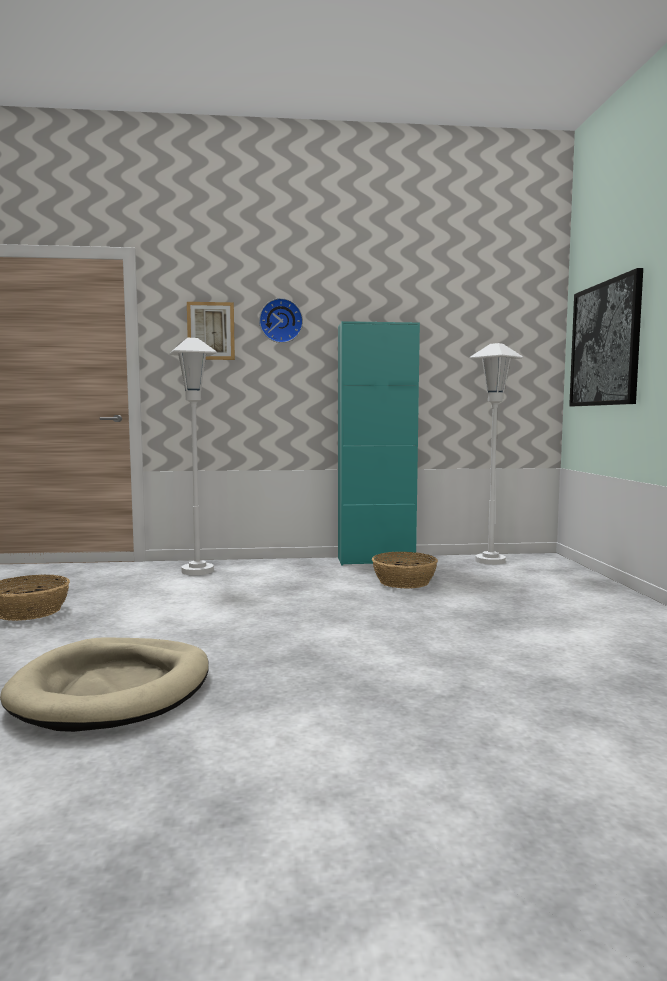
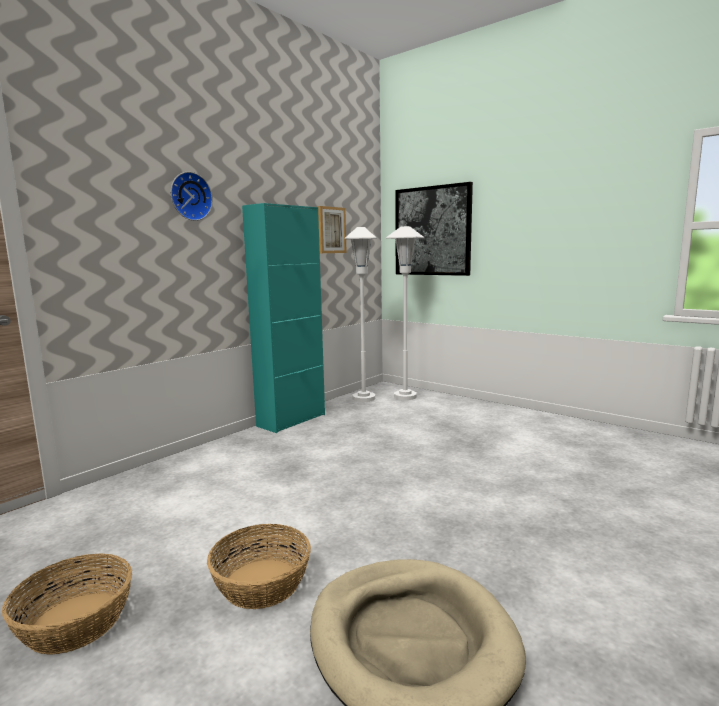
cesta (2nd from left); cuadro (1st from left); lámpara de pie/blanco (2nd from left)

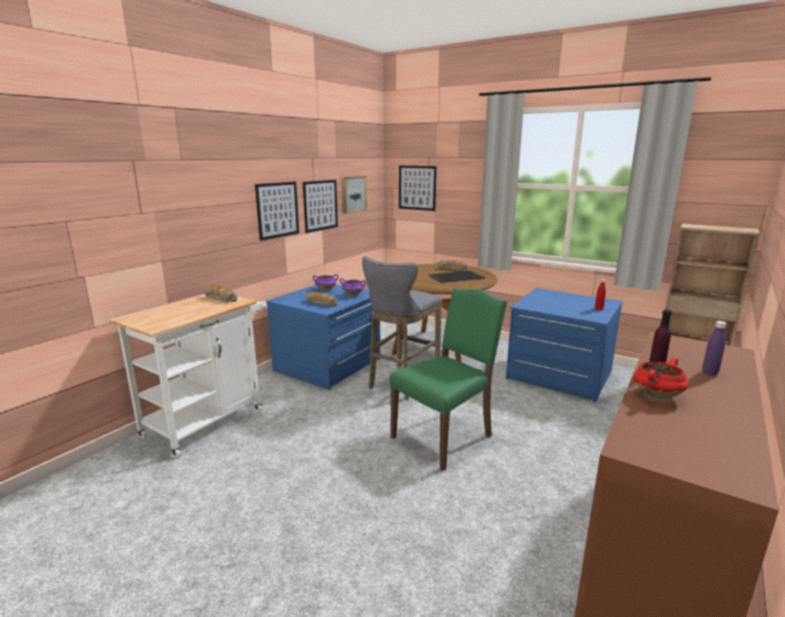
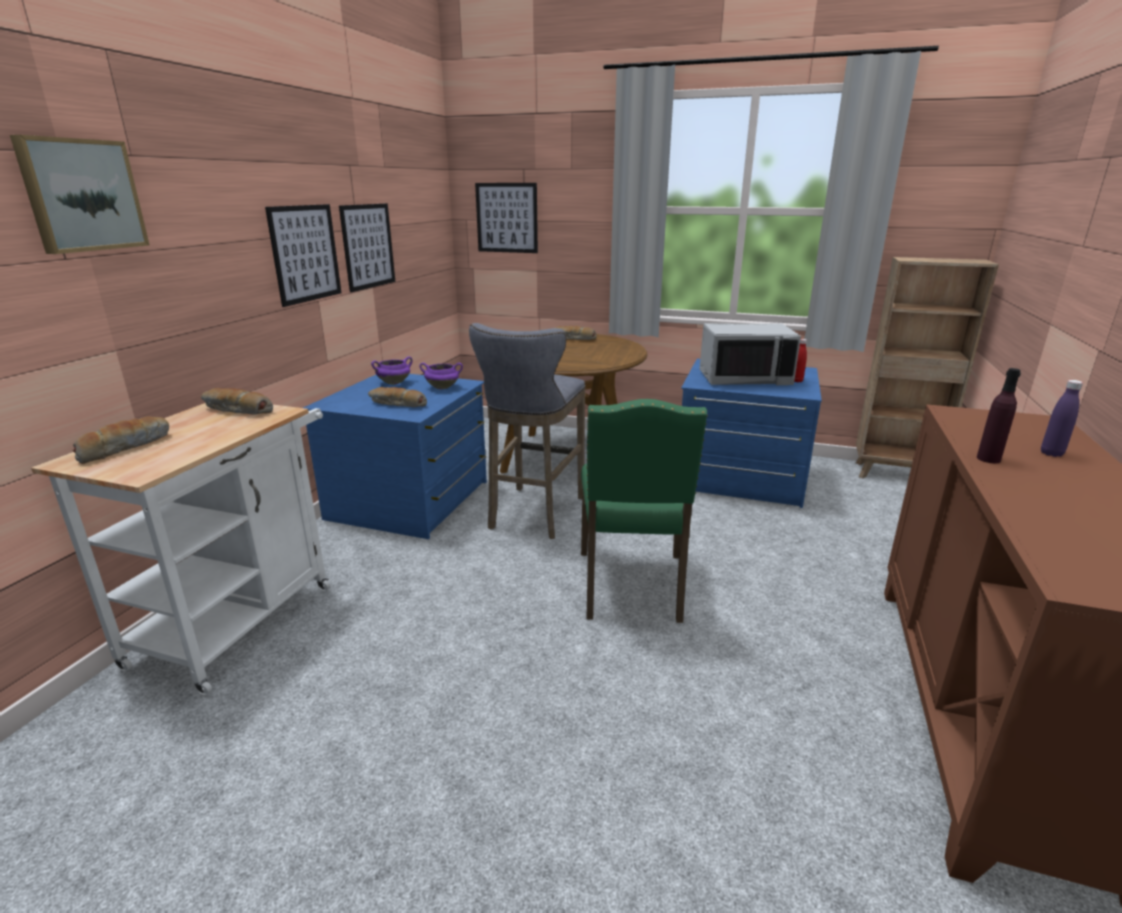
cuadro (1st from left); pan (1st from left); silla/verde; microondas/gris; bandeja; olla/rojo

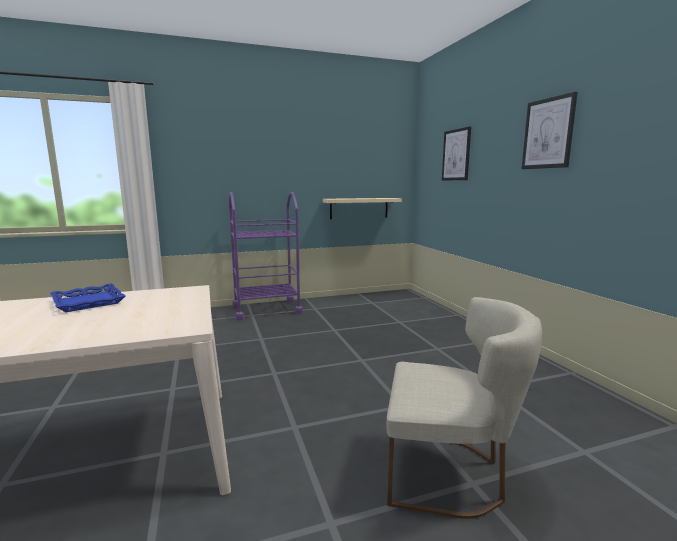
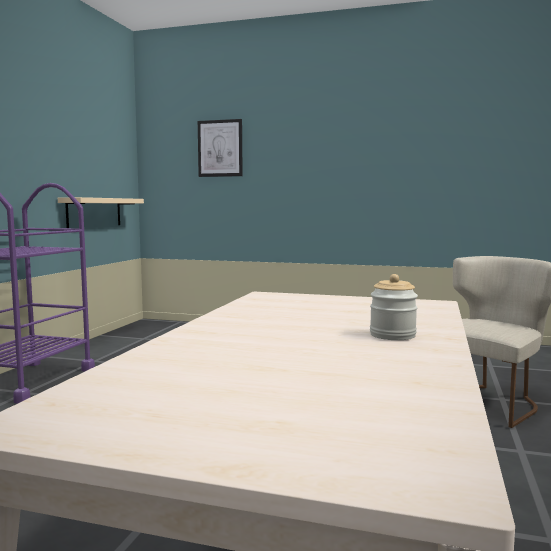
tarro; bandeja/azul; cuadro (2nd from left in the first image)

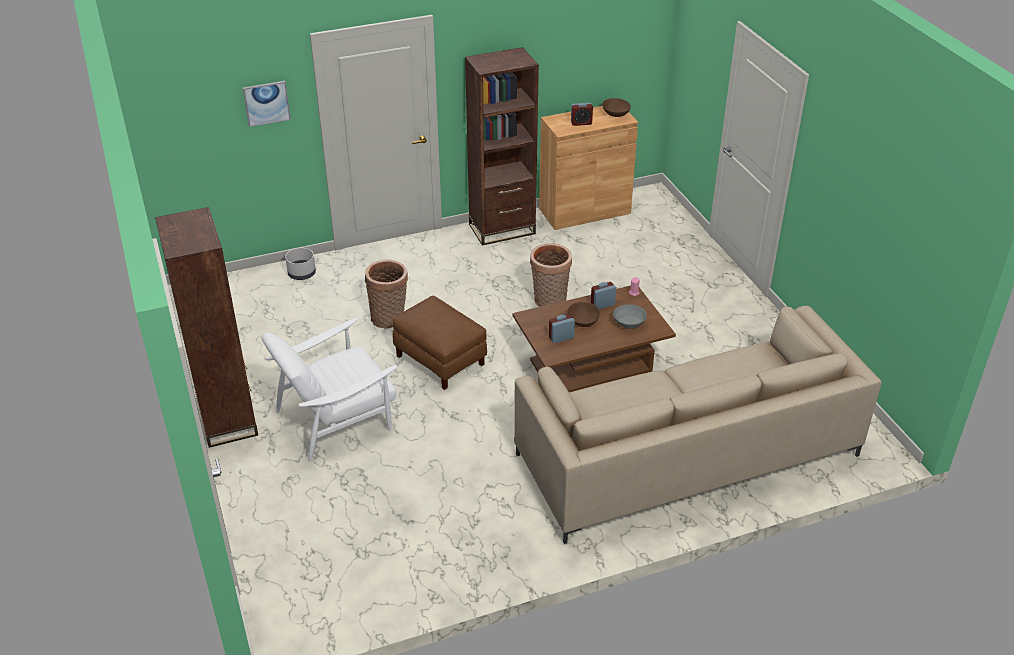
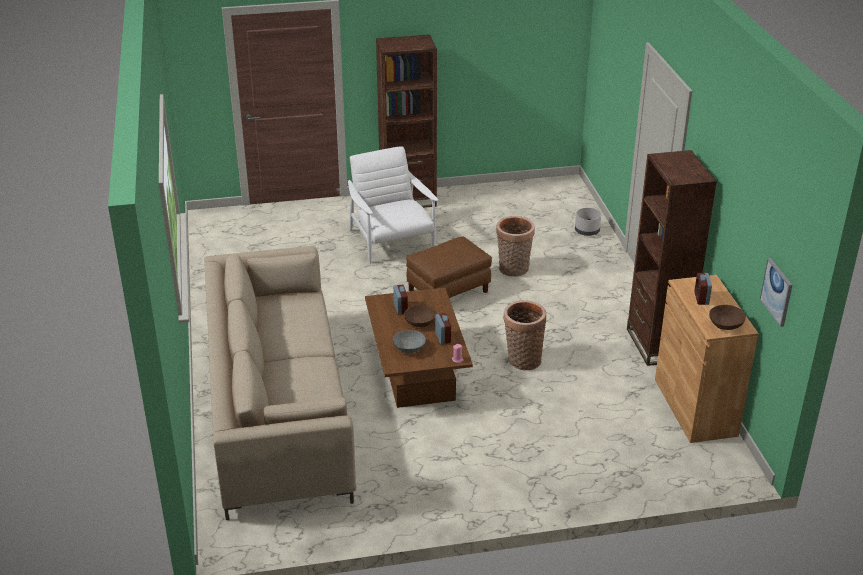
cuadro

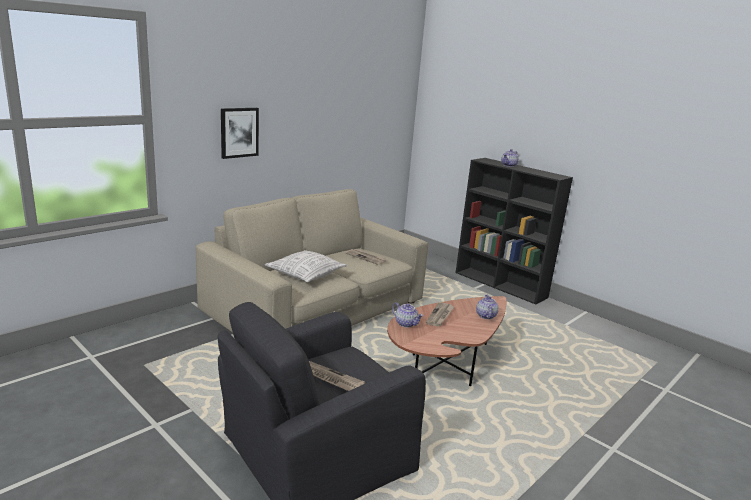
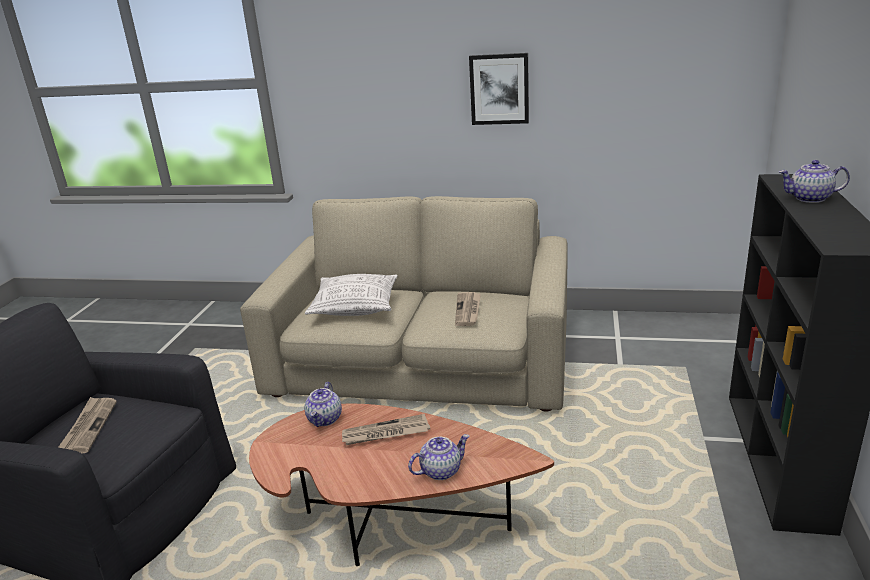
cuadro

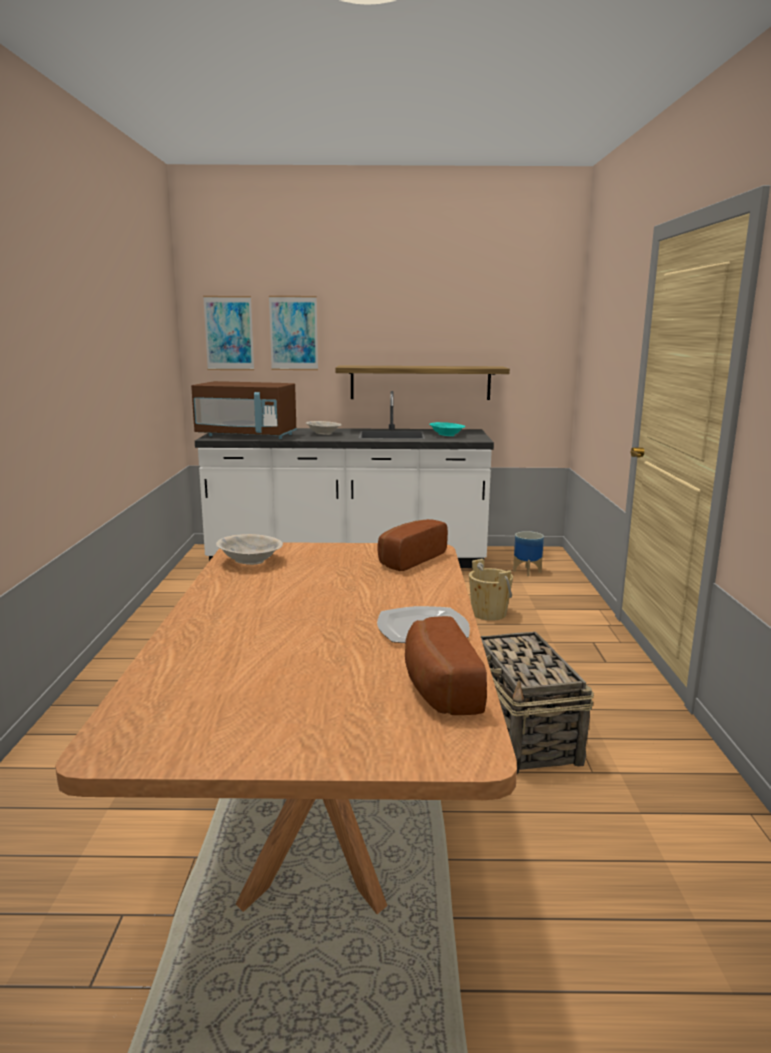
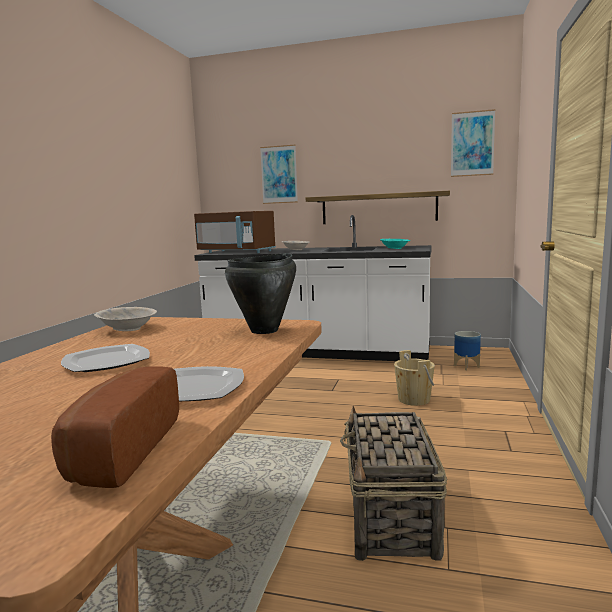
plato (1st from left); olla/negro; cuadro (2nd from left)

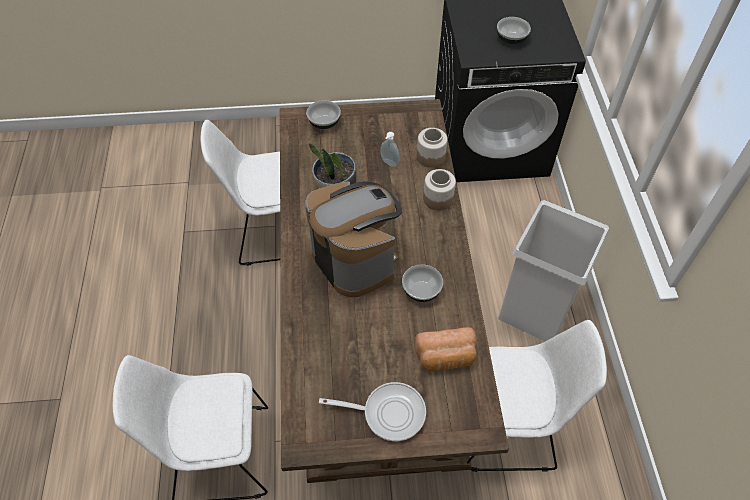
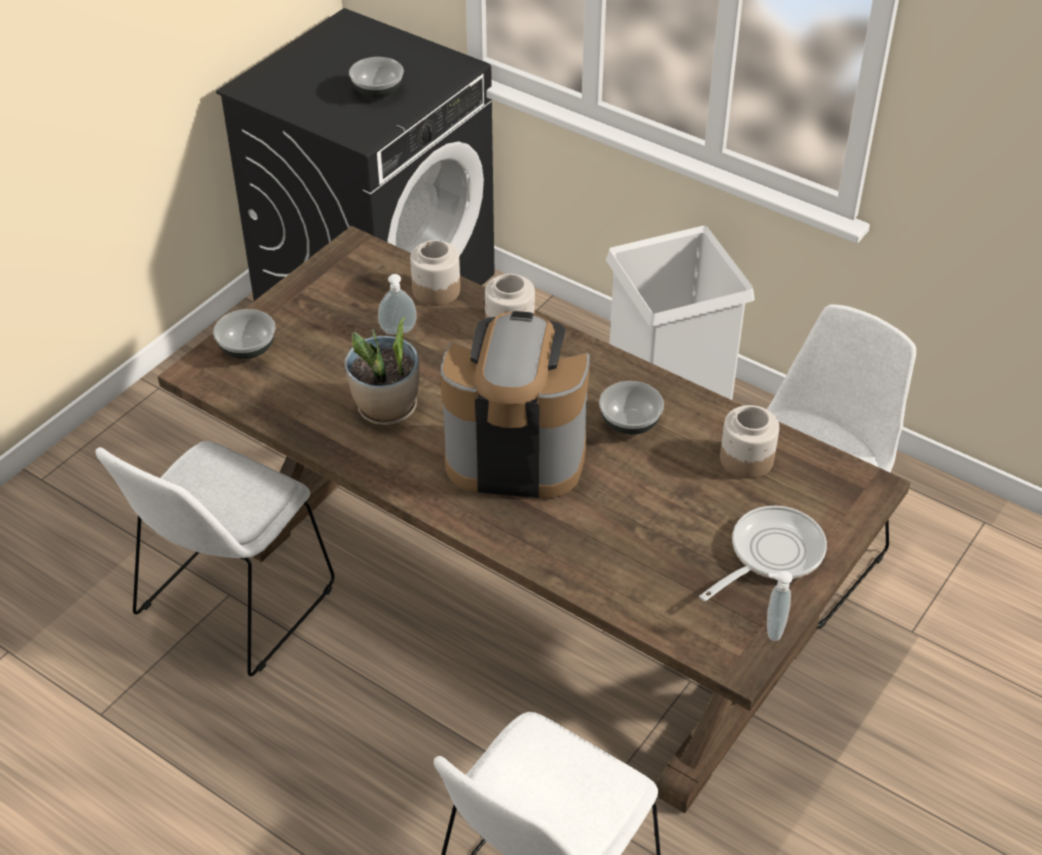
tarro (3rd from left); dispensador de jabón (2nd from left)

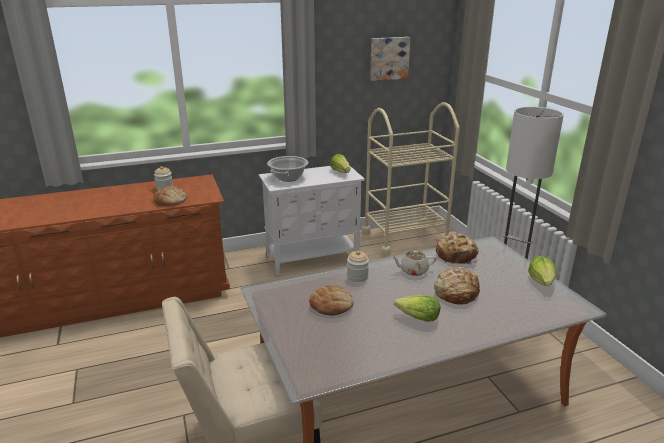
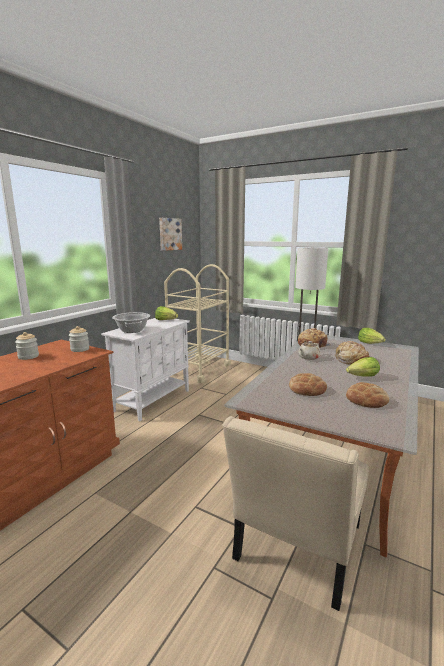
tarro (2nd from left); pan (4th from left)

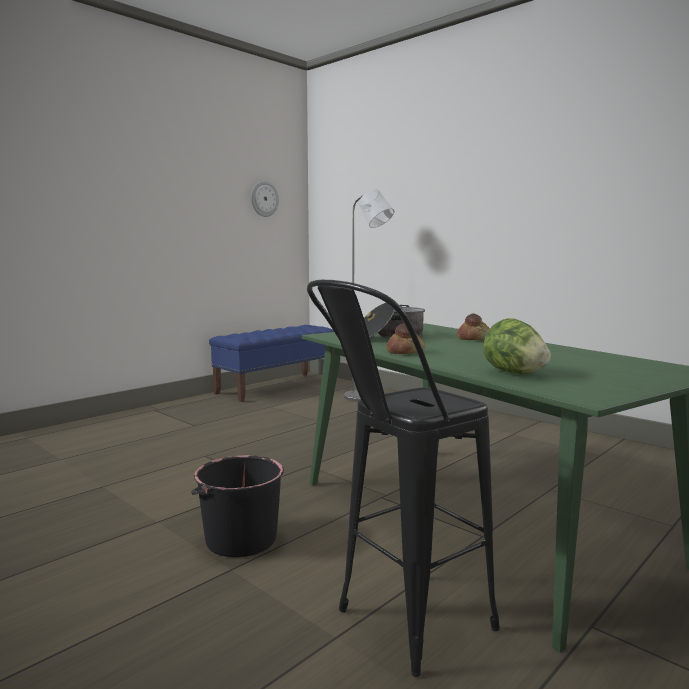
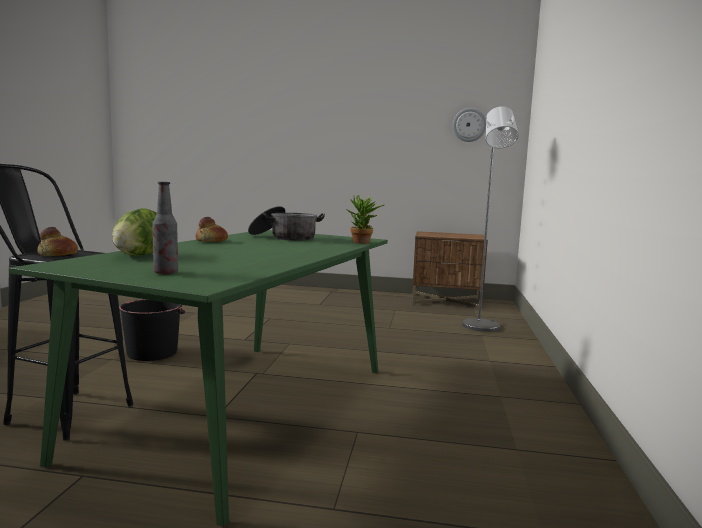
pan (1st from left); botella; planta en maceta; mesita de noche/marrón

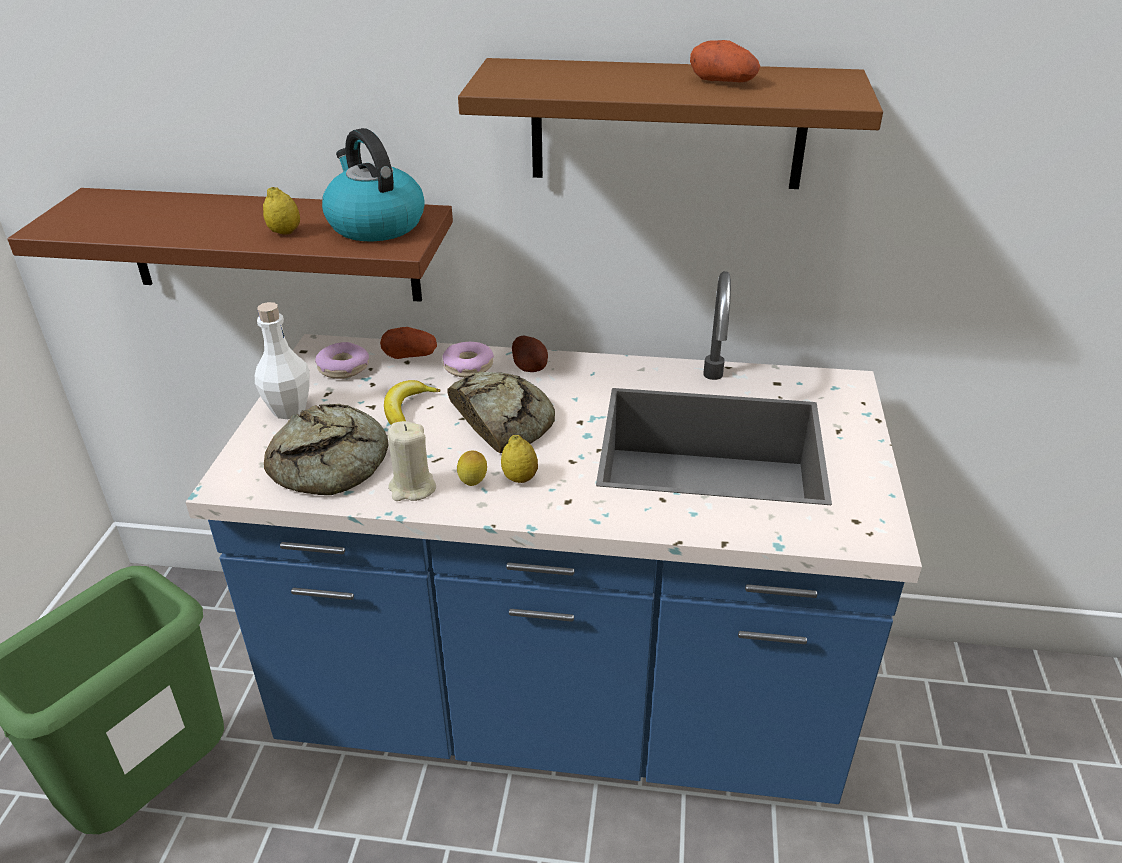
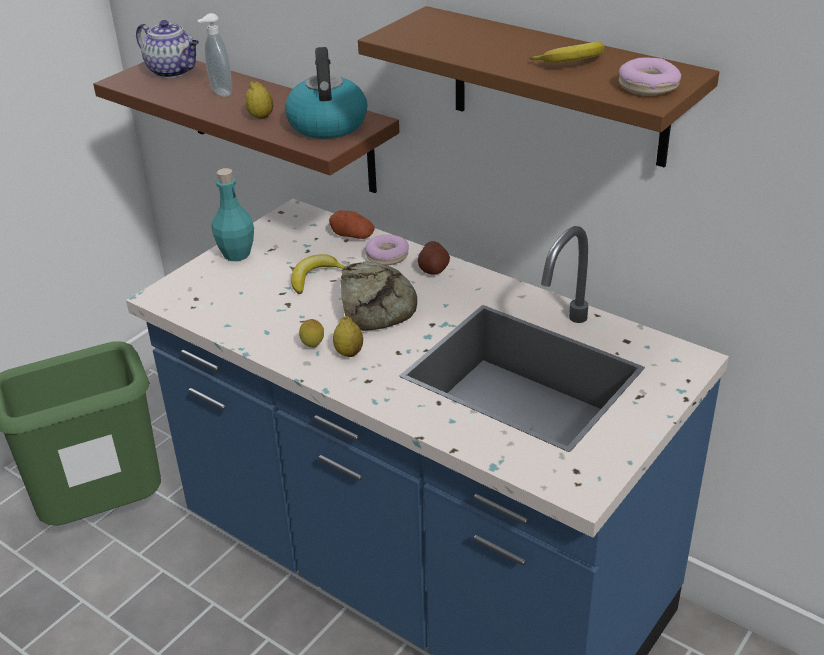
tetera; dispensador de jabón; botella/turquesa; plátano (2nd from left); rosquilla (2nd from left); pan (1st from left in the first image); vela/beis

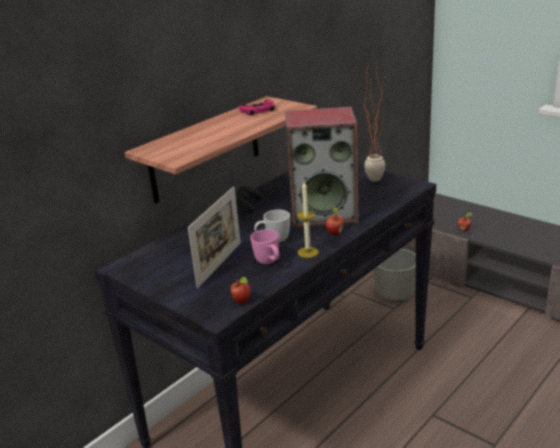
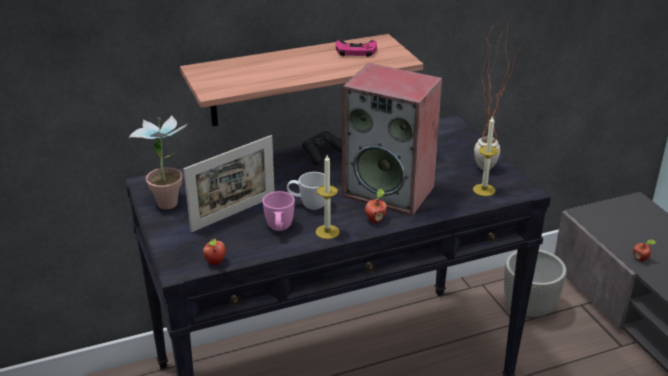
planta en maceta (1st from left); vela (2nd from left)

